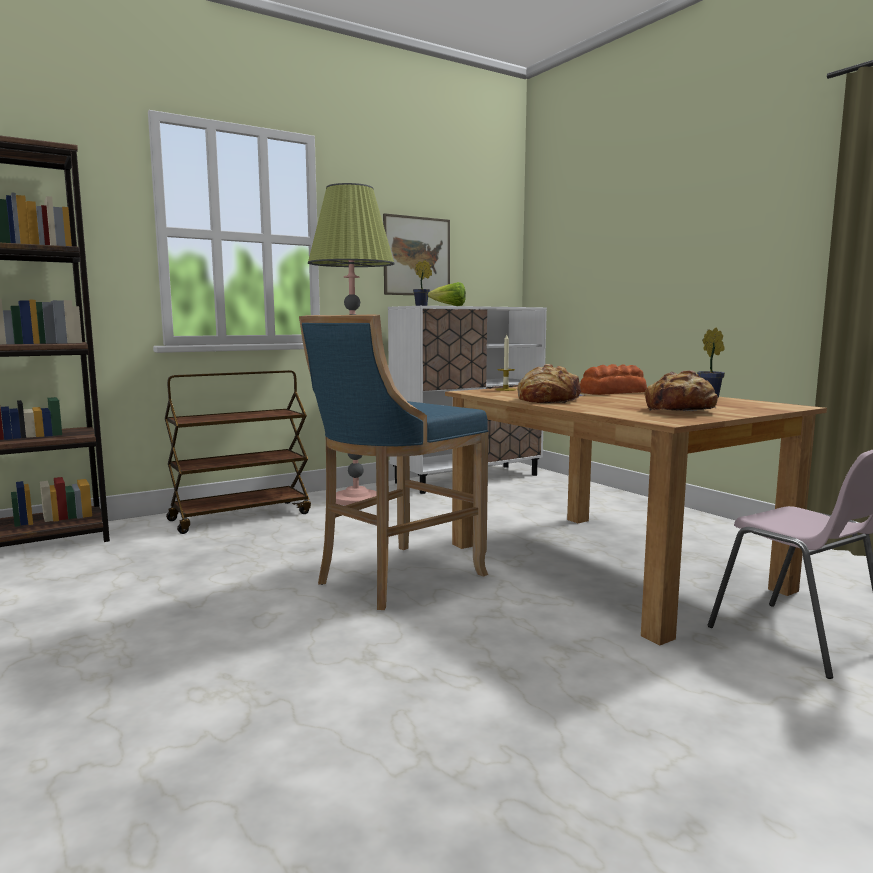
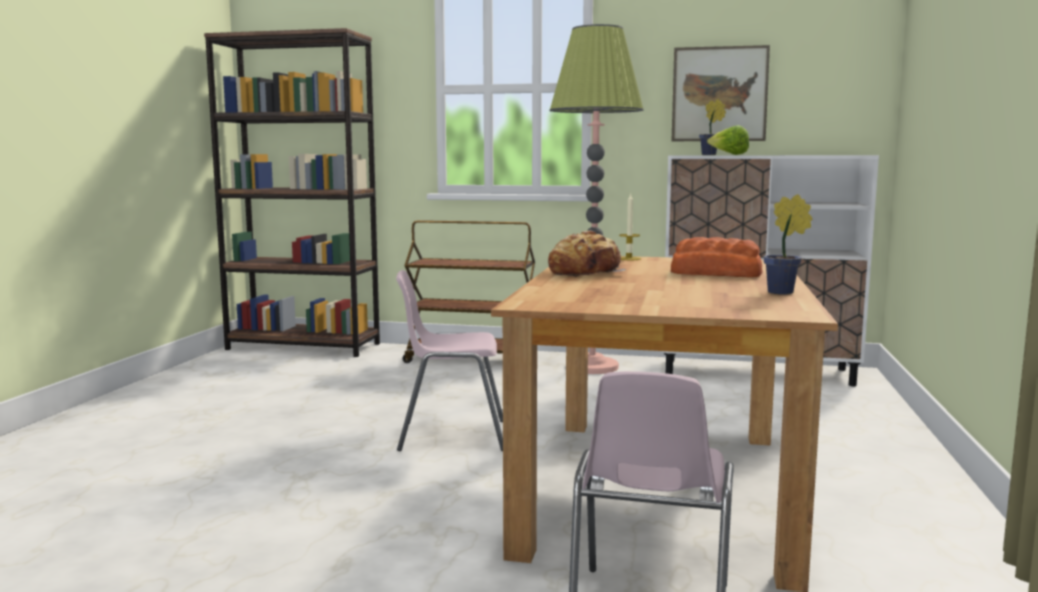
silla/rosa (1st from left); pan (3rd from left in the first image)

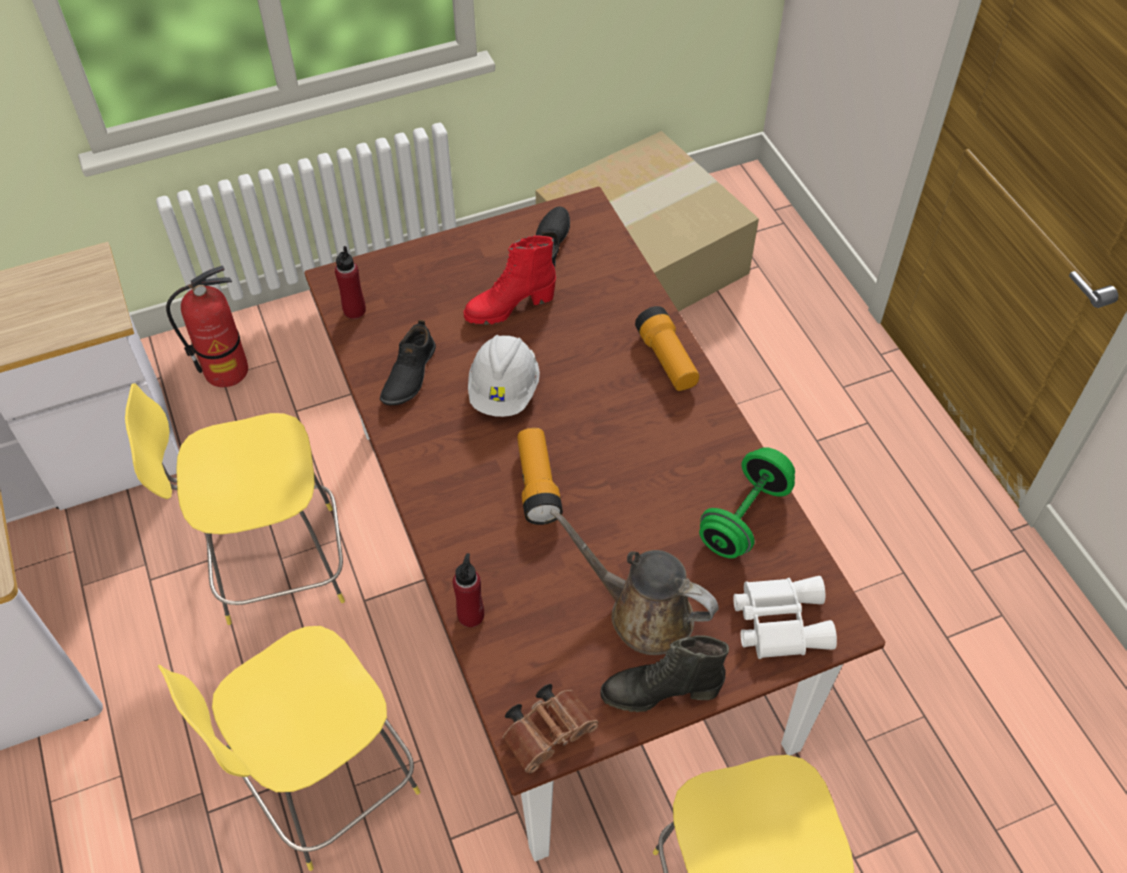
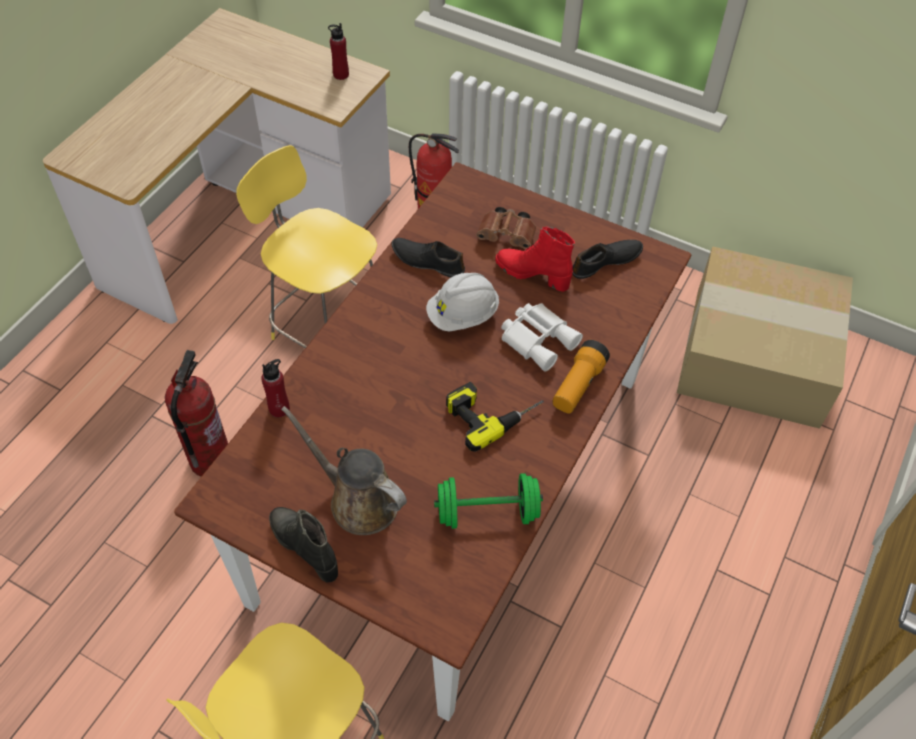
extintor (1st from left); regadera/marrón; botella/rojo (2nd from left); zapato/negro (1st from left); taladro; prismáticos/marrón; prismáticos/blanco; linterna (1st from left in the first image)

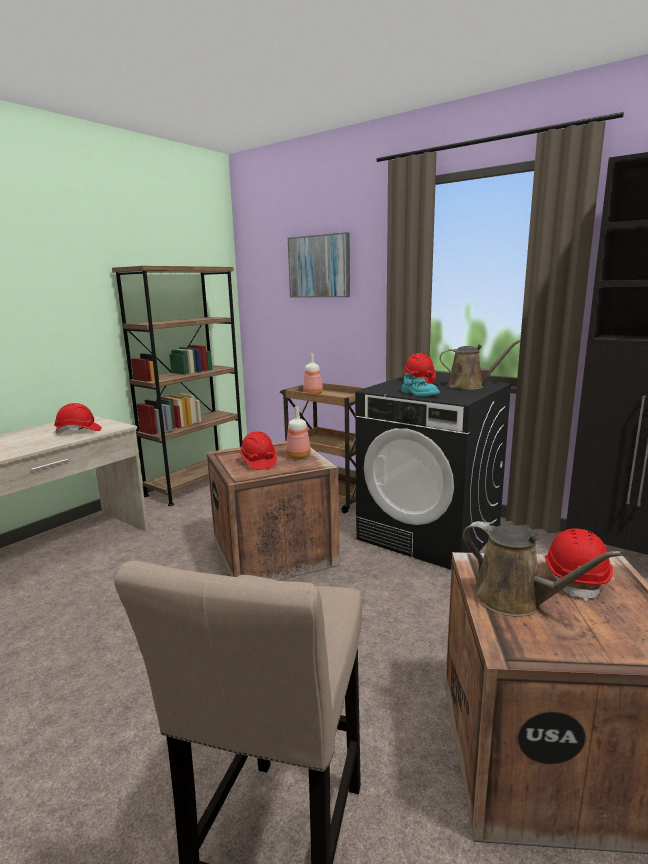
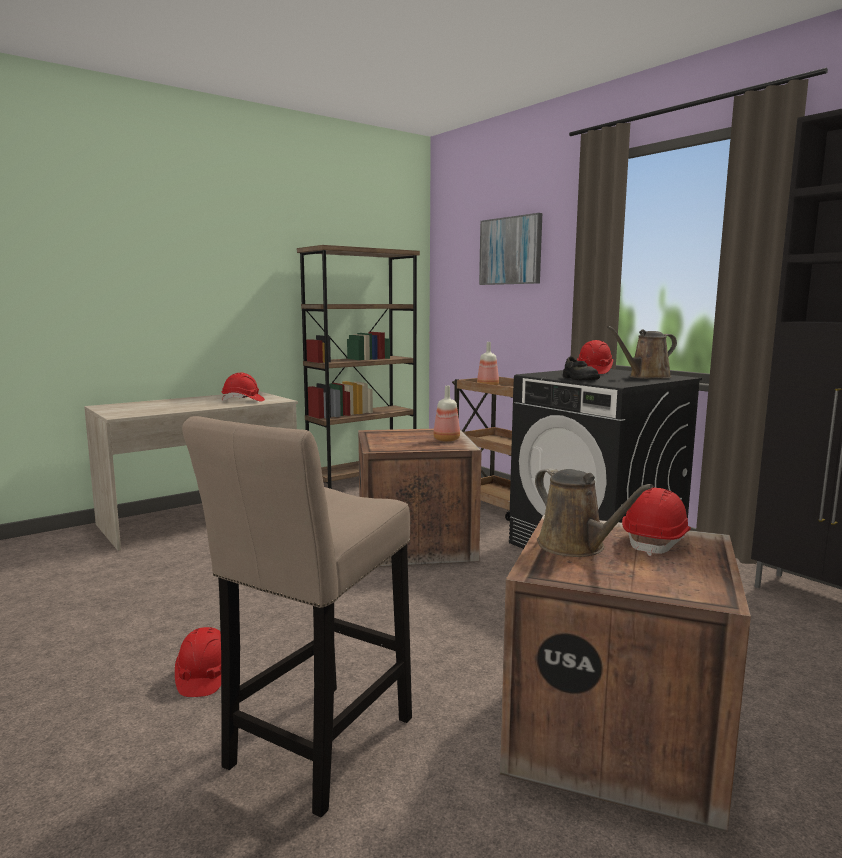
casco/rojo (1st from left); zapato/negro; regadera/marrón (2nd from left)

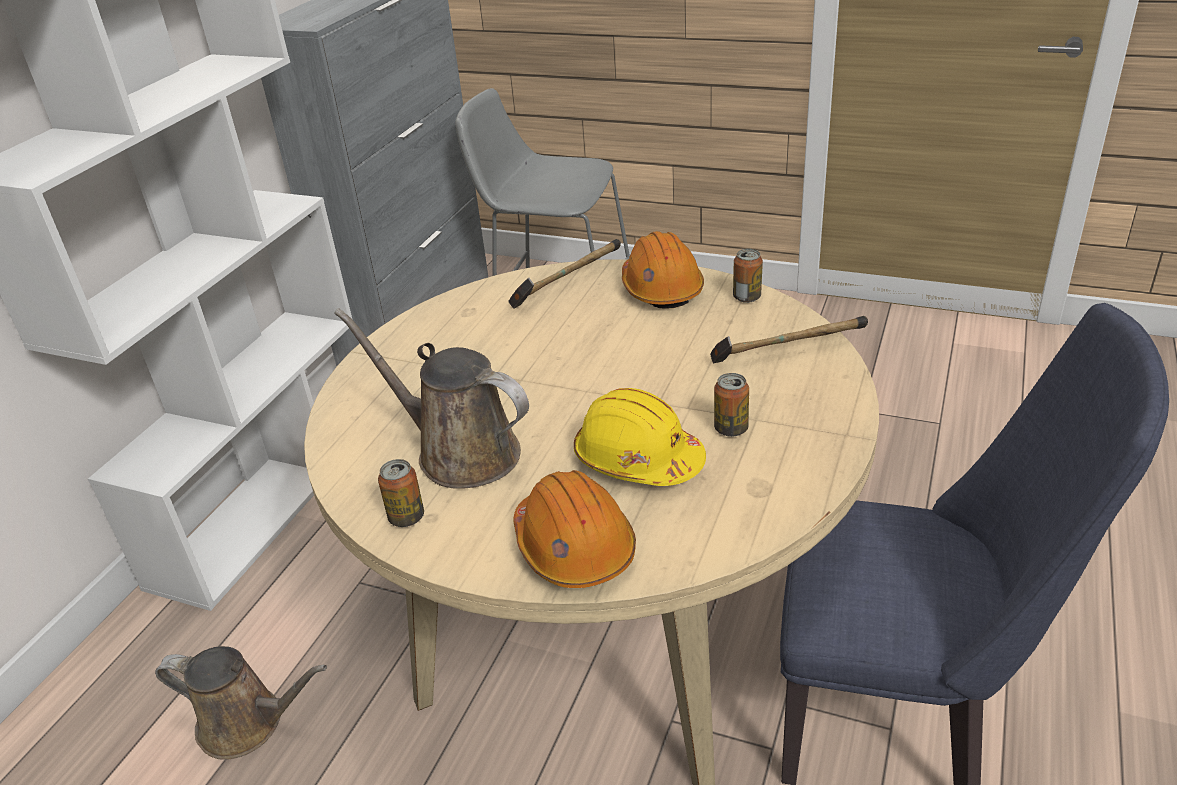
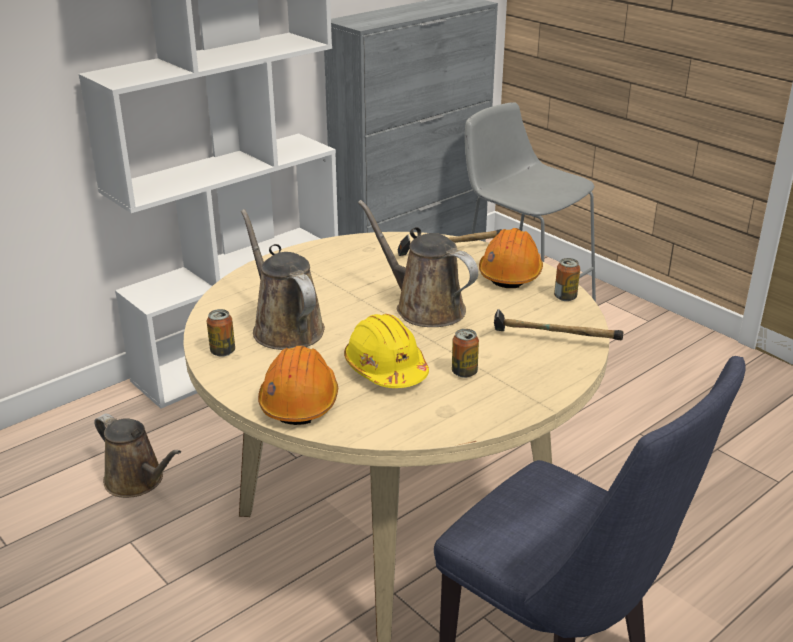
regadera/marrón (3rd from left)

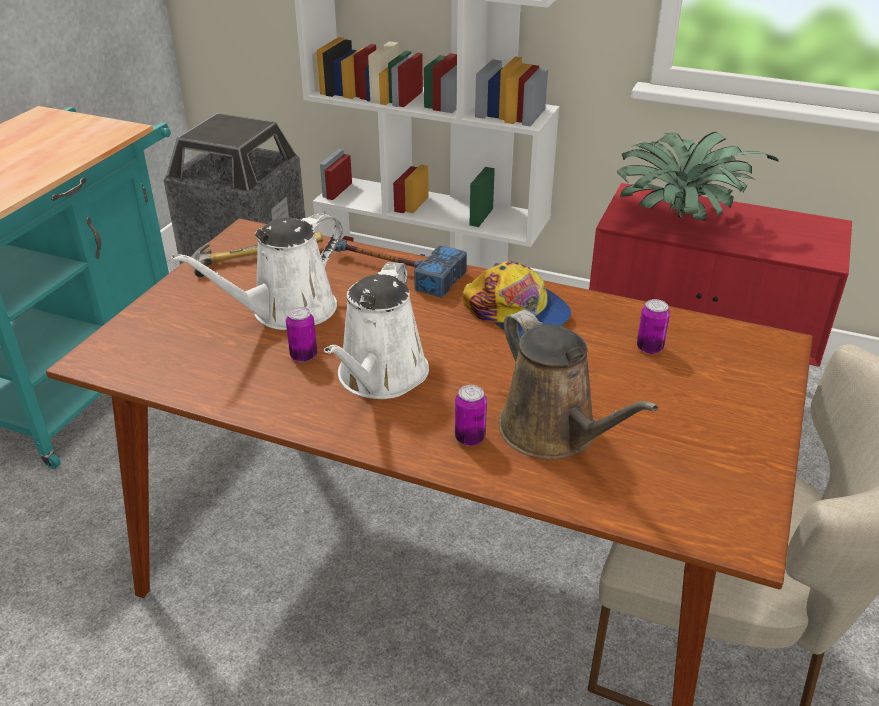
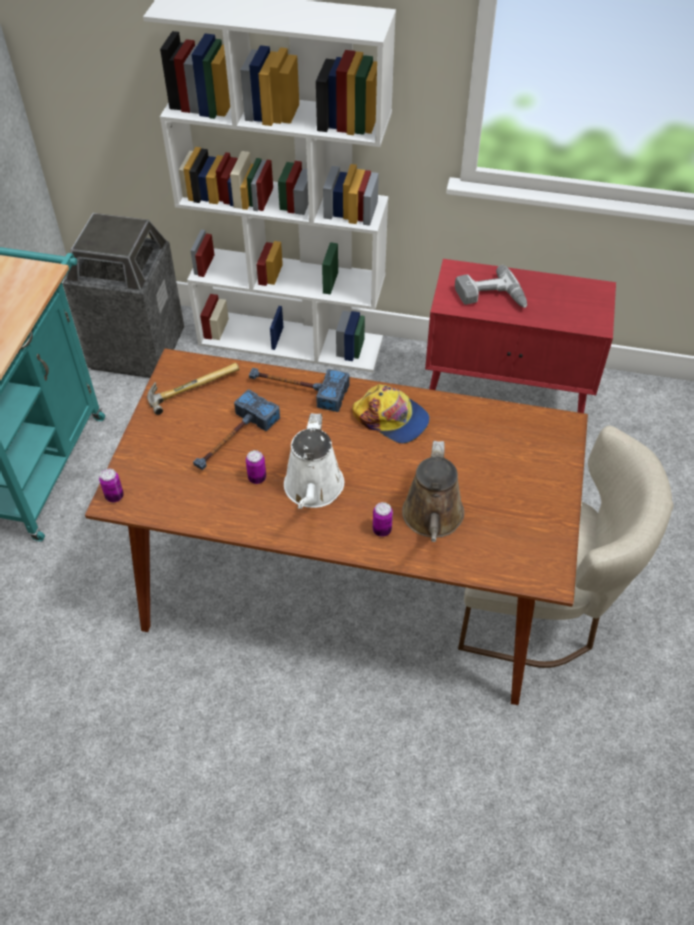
lata (1st from left); martillo (2nd from left); regadera/marrón; taladro

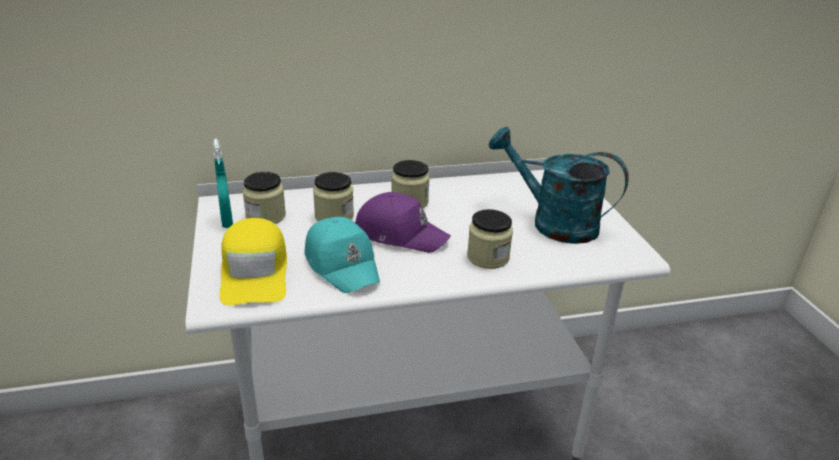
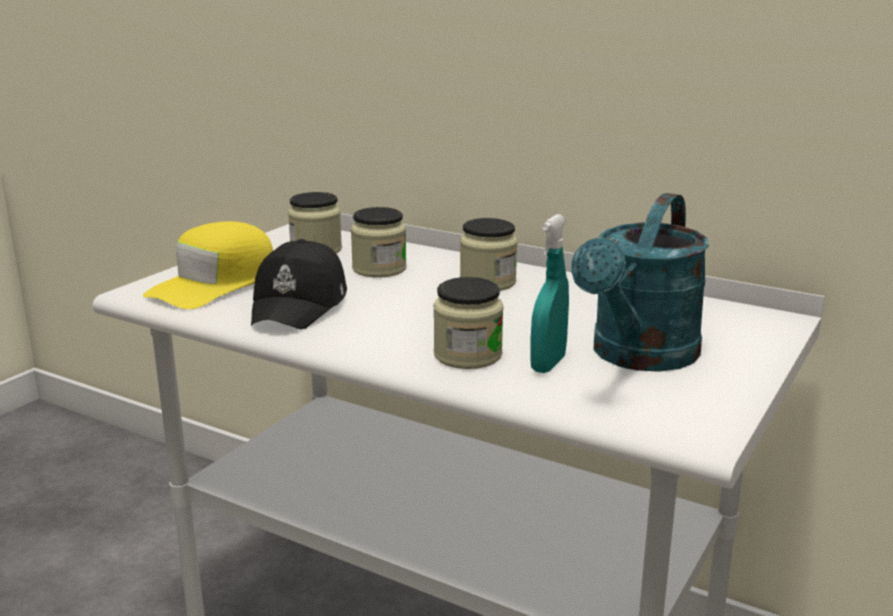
gorra/negro; pulverizador/turquesa; regadera/turquesa; gorra/morado

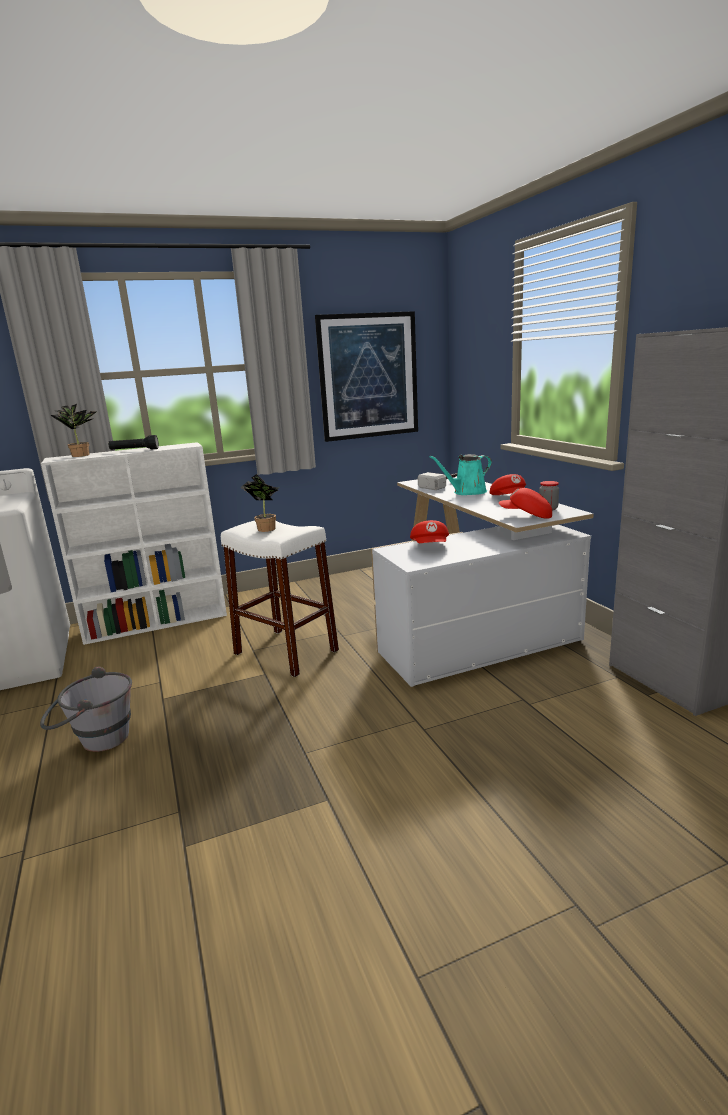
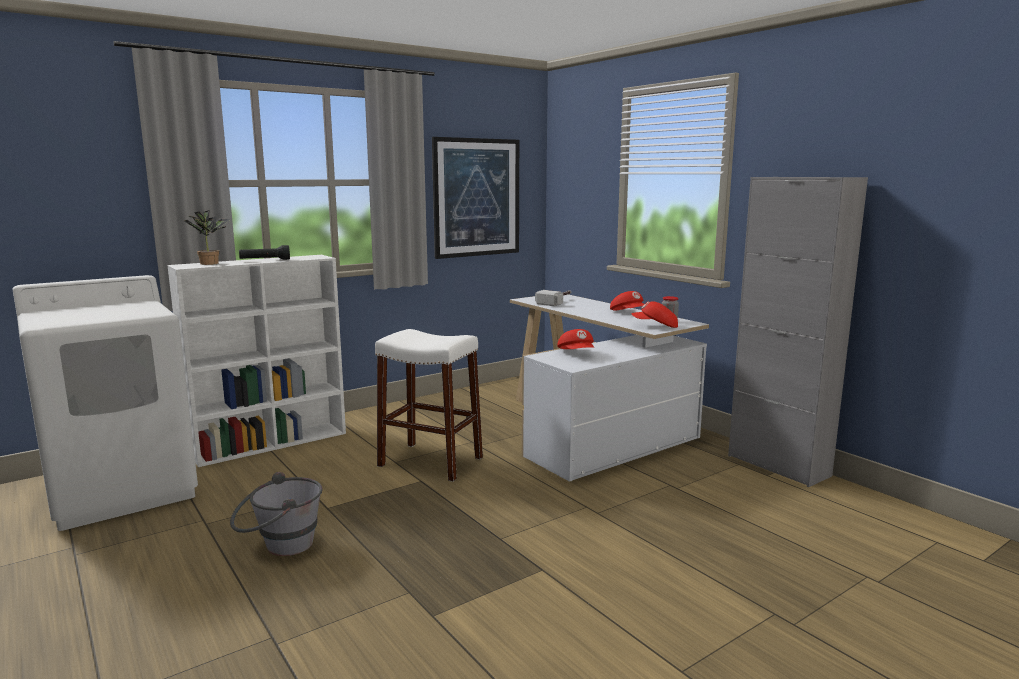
planta en maceta (2nd from left in the first image); regadera/turquesa

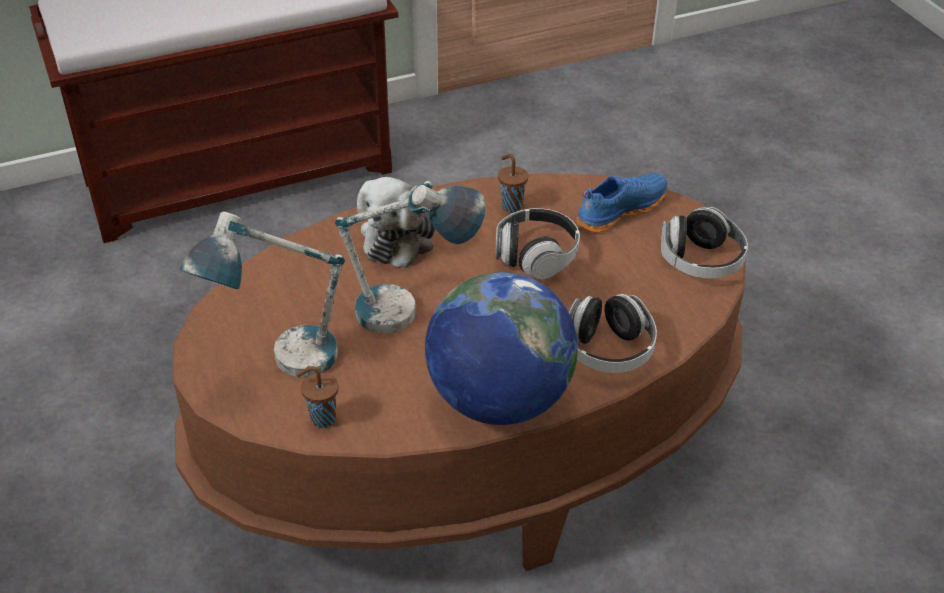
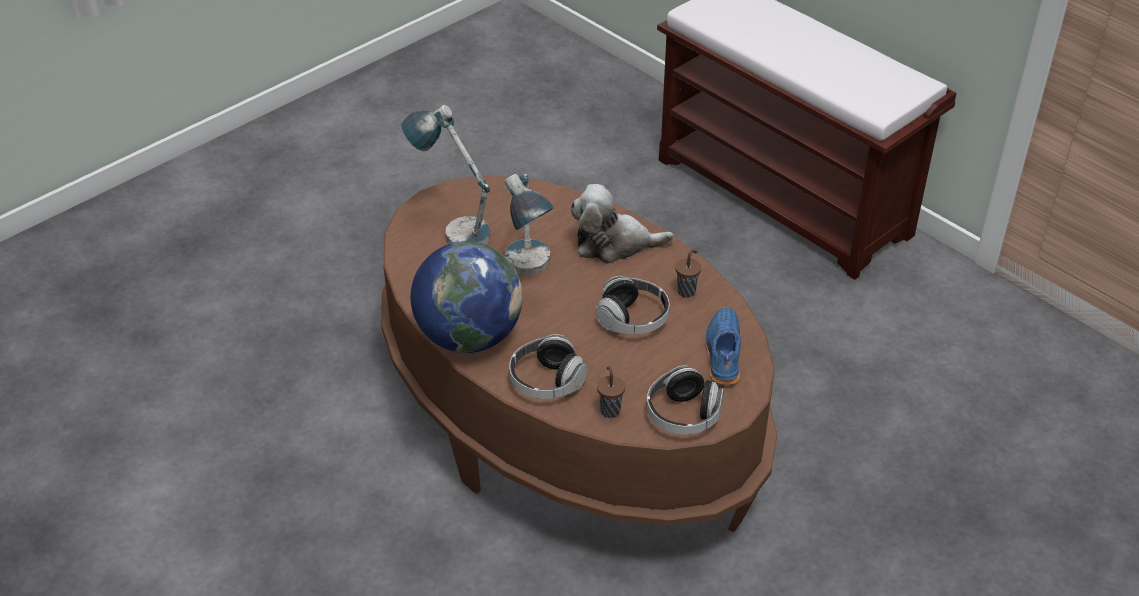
taza/marrón (1st from left); zapato/azul

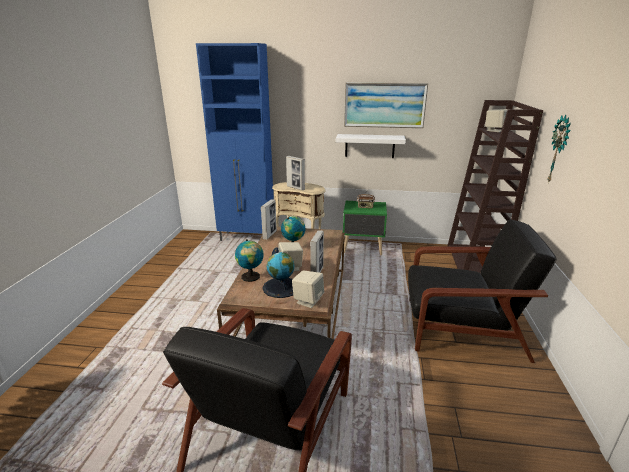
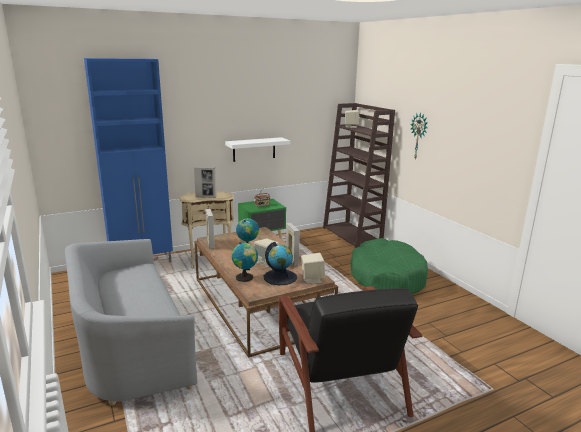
sofá/gris; cama para perro/verde; cuadro

